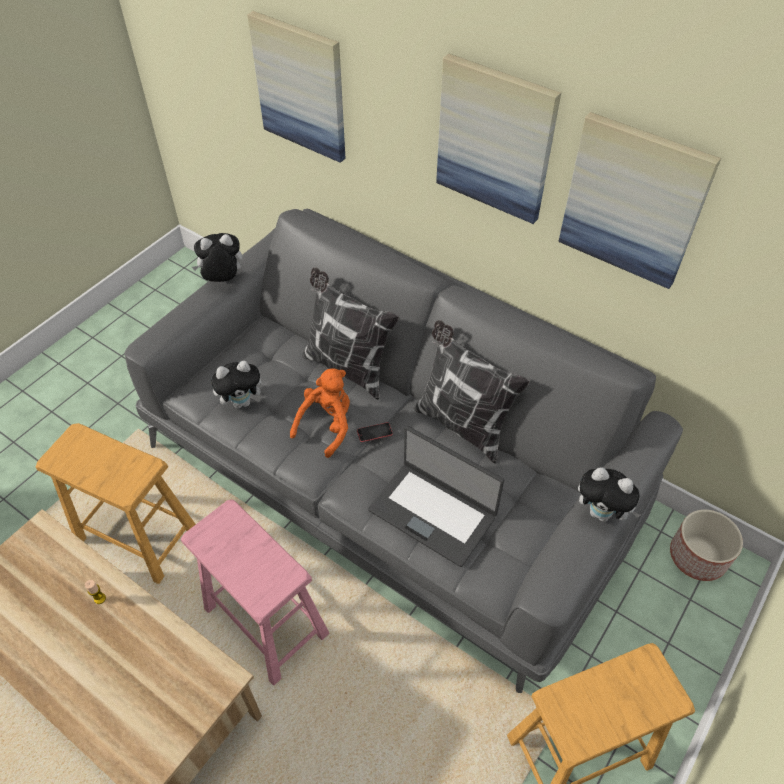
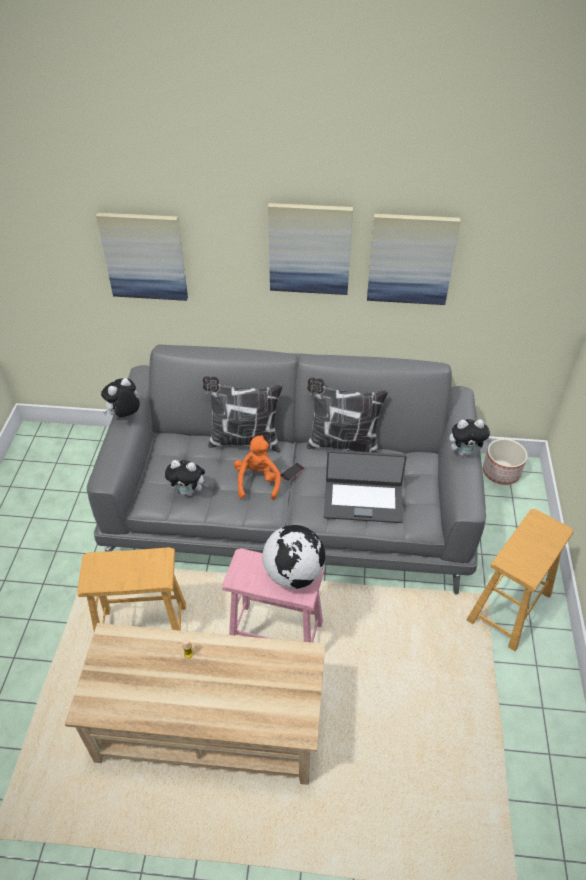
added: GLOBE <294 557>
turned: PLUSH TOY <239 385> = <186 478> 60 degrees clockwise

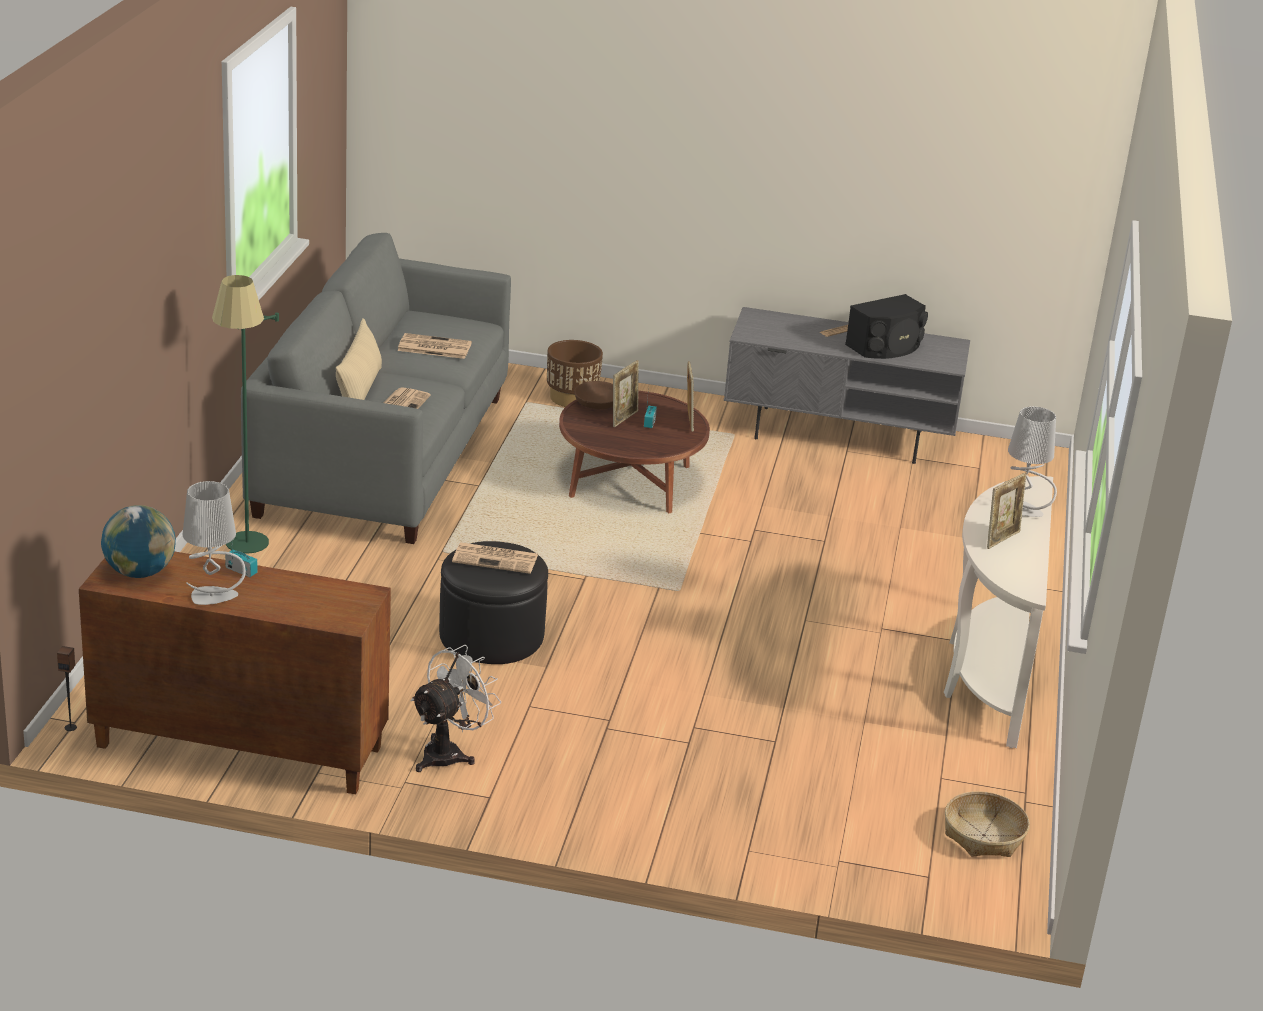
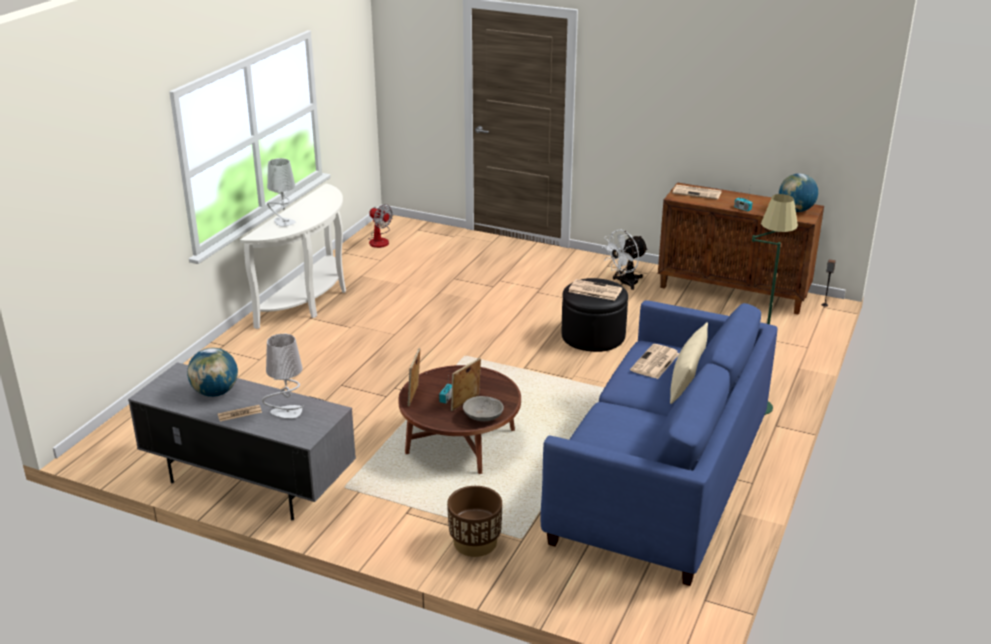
removed: PICTURE FRAME <1007 511>
moved: GREY TABLE LAMP <214 543> to <283 376>; NEWSPAPER <434 346> to <697 192>
replaced: BLACK SPEAKER <886 326> to GLOBE <212 372>; BASKET <987 824> to FAN <381 226>
recoloured: BROWN BOWL <593 395> to GREY BOWL <483 408>; GREY SOFA <376 388> to BLUE SOFA <659 443>

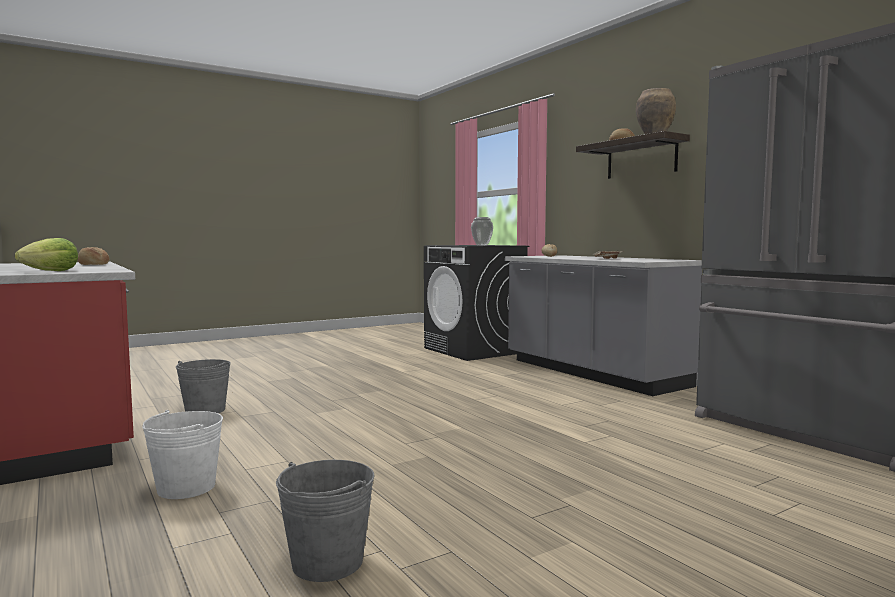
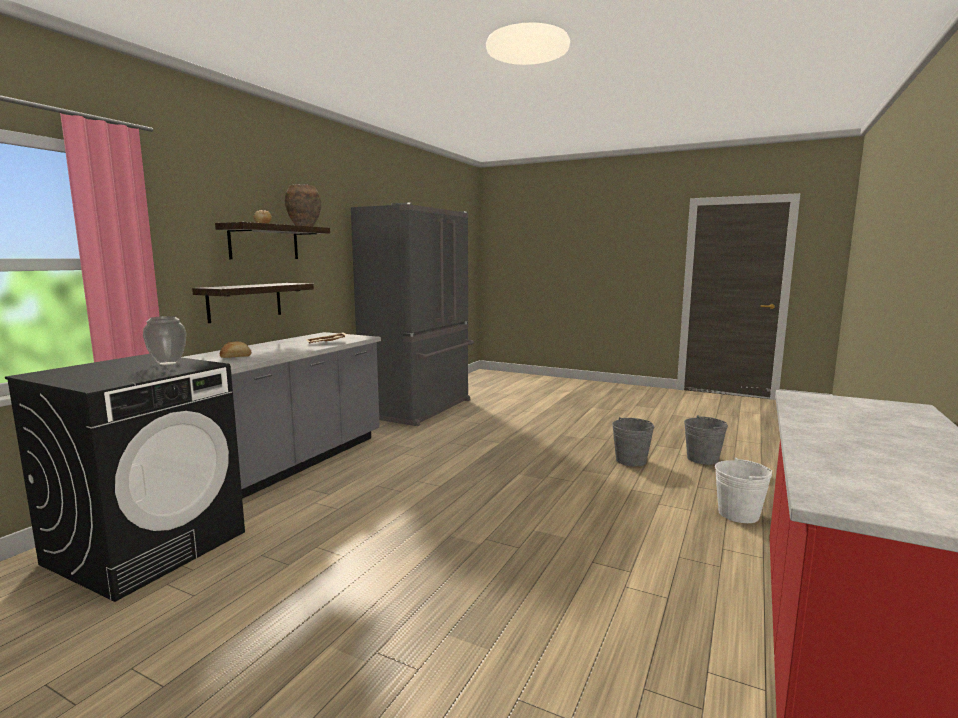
removed: LETTUCE <46 254>; BREAD <93 256>
added: SHELF <253 303>
moved: GREY BUCKET <203 386> to <633 441>

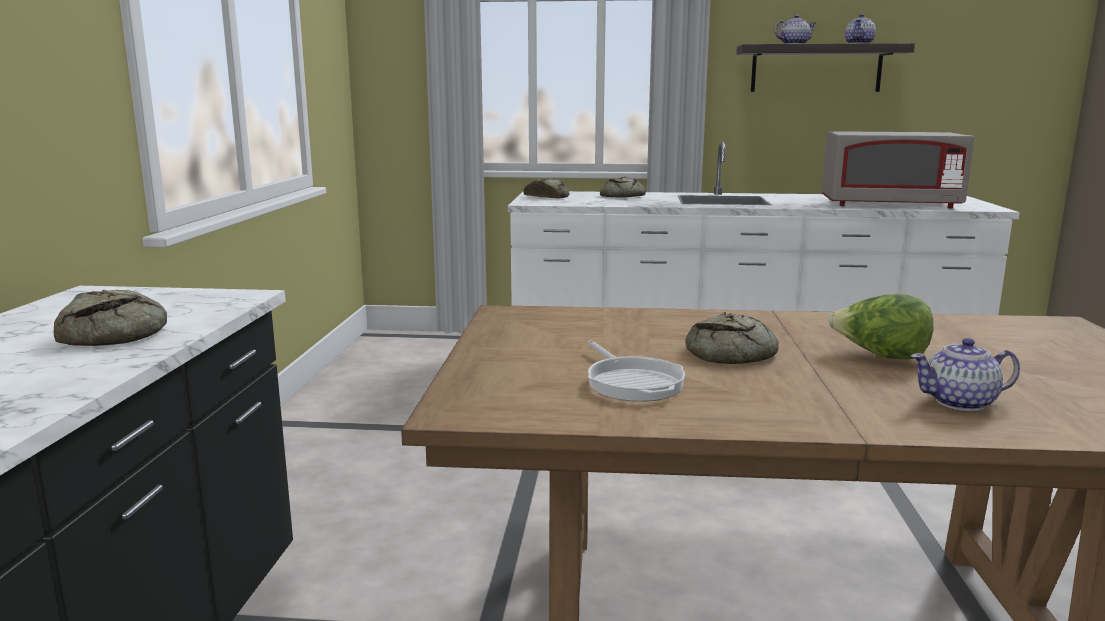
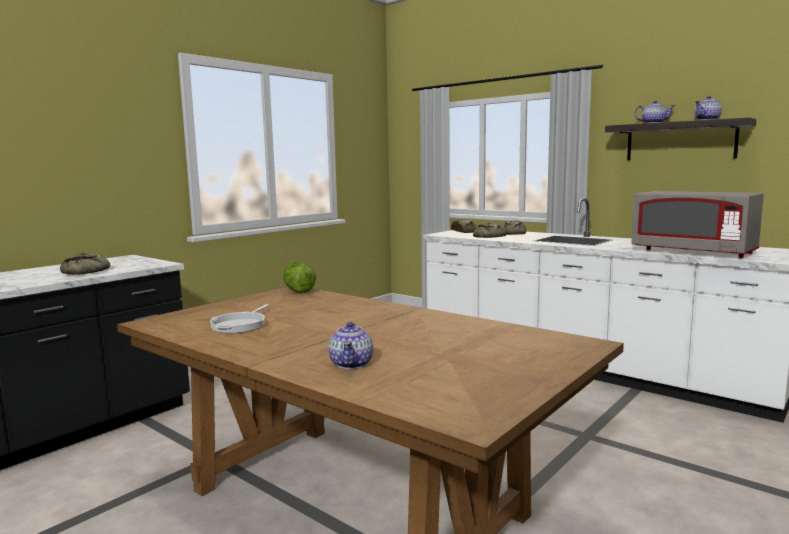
moved: LETTUCE <880 326> to <299 277>; BREAD <732 338> to <490 230>
turned: TEAPOT <965 374> = <351 345> 120 degrees counterclockwise

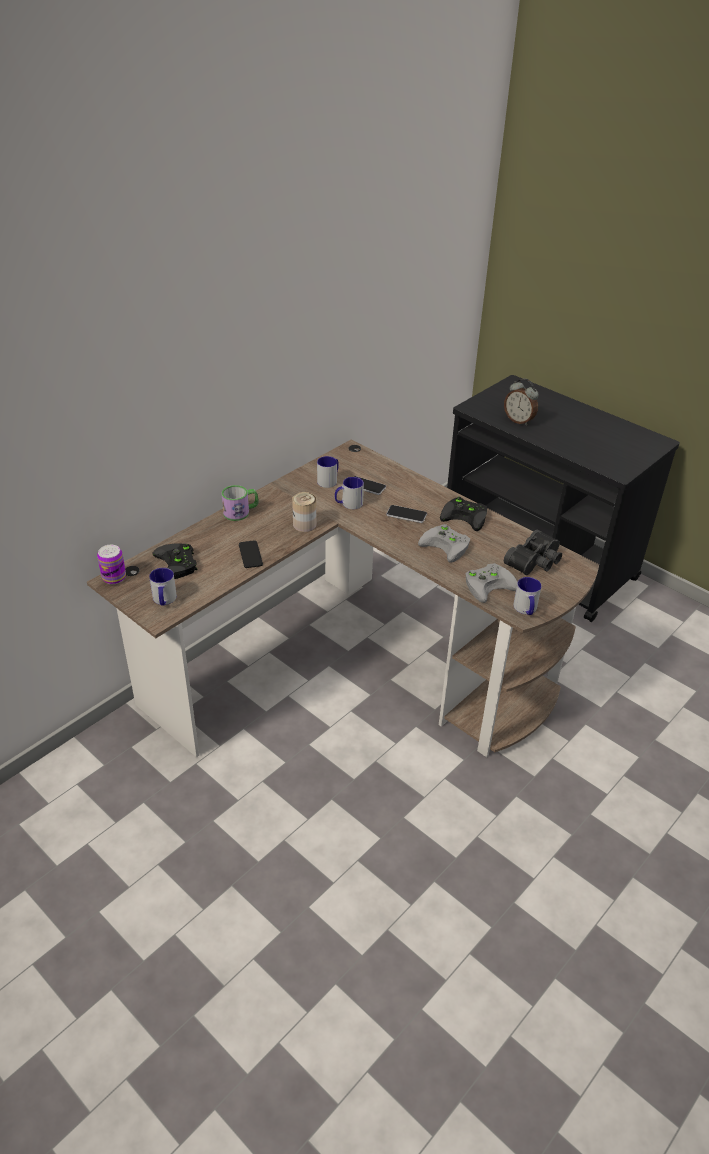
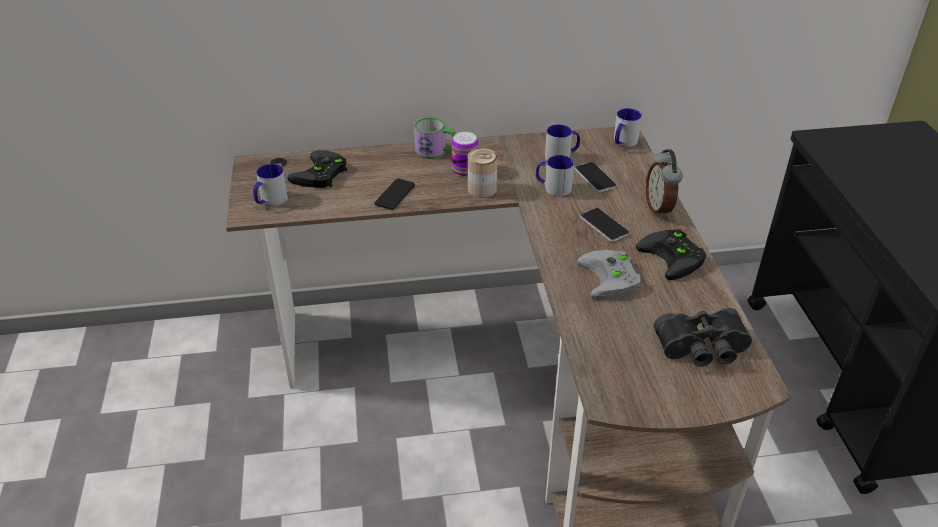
removed: GREY GAME CONTROLLER <491 583>
moved: CAN <111 564> to <465 154>; MUG <527 596> to <628 127>; ALARM CLOCK <521 402> to <664 184>

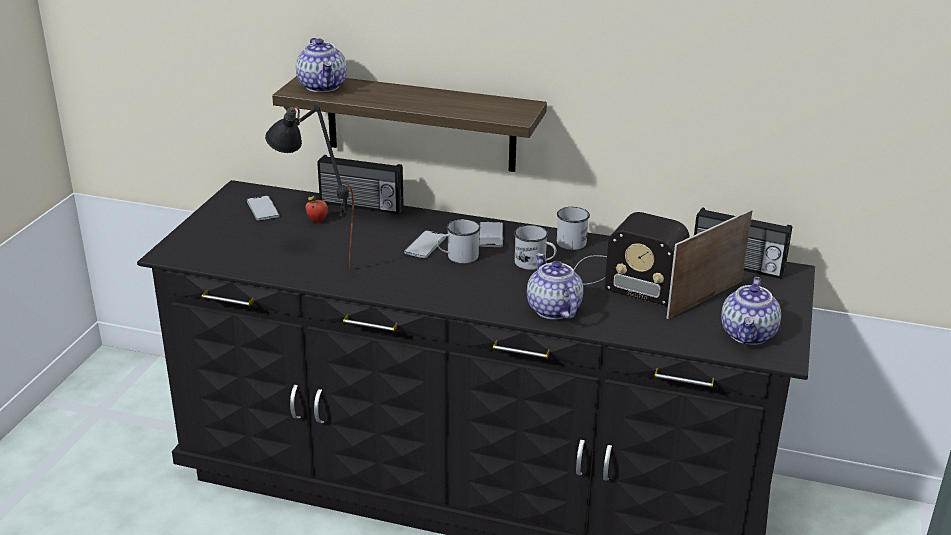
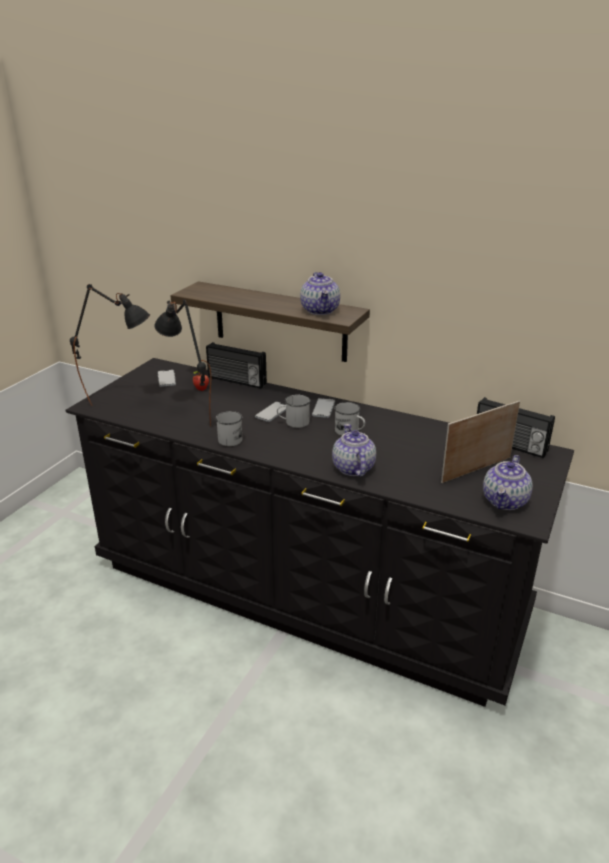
removed: RADIO <632 259>
added: BLACK TABLE LAMP <110 345>
moved: WHITE MUG <573 228> to <228 428>; TEAPOT <321 65> to <320 293>

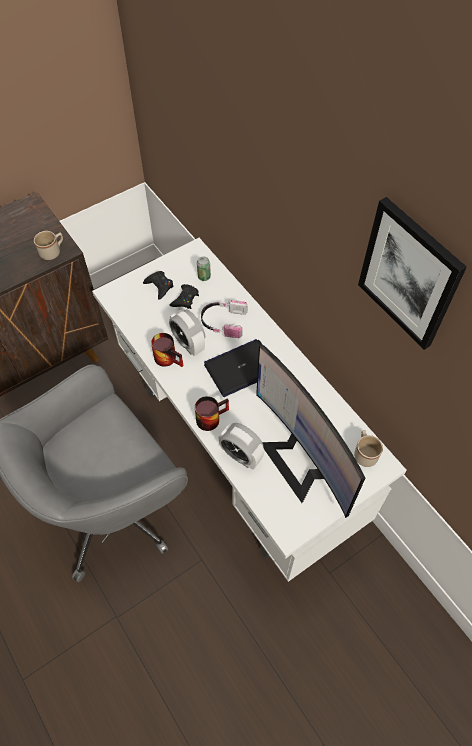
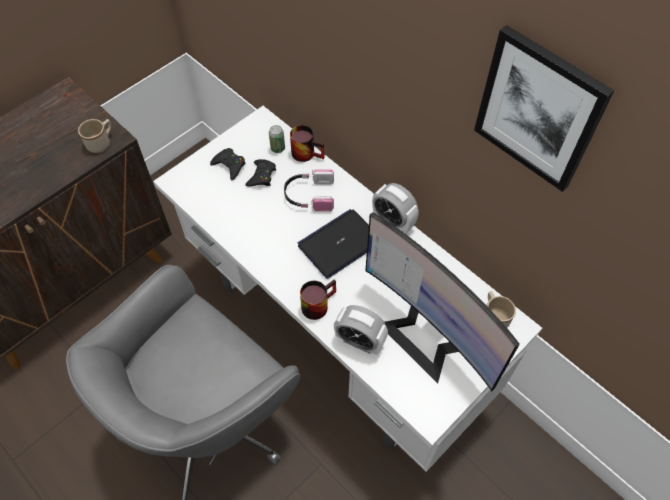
moved: MUG <167 350> to <307 143>; ALARM CLOCK <187 332> to <395 208>

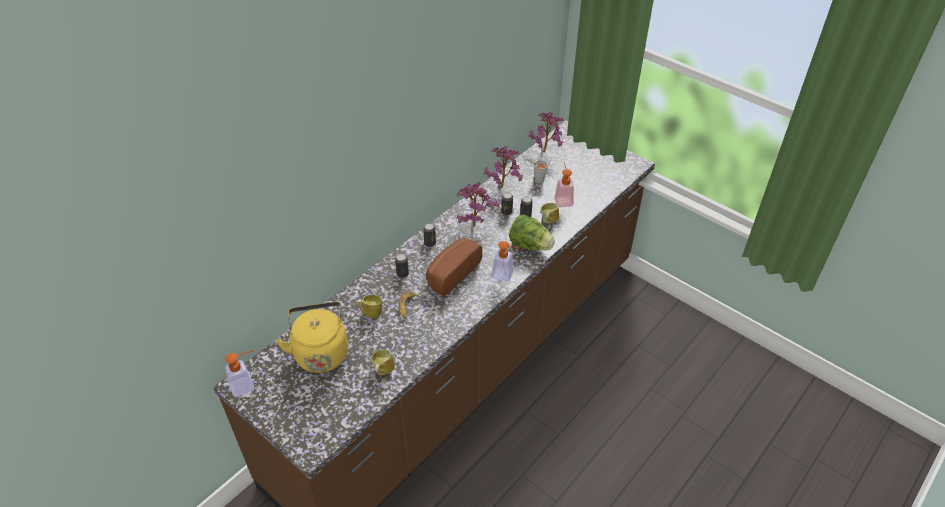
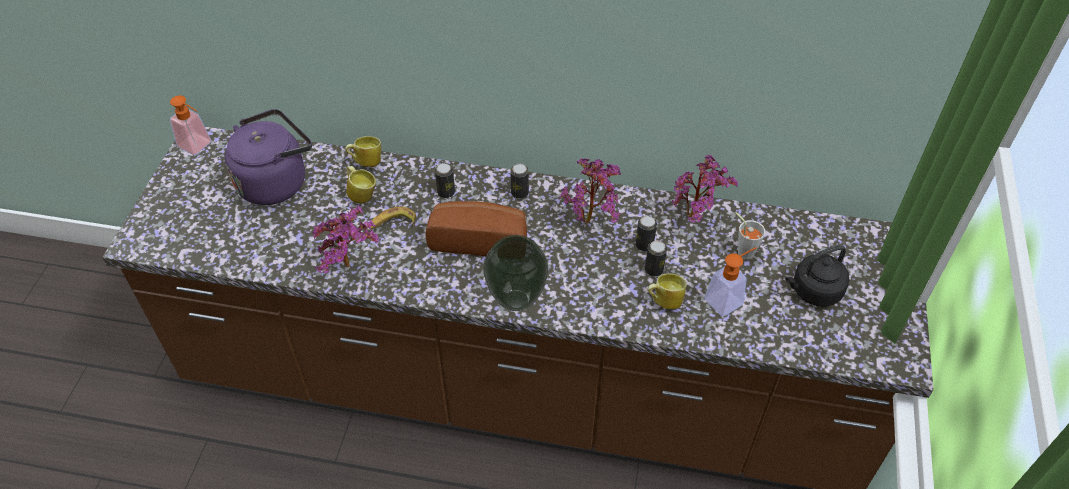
removed: LETTUCE <532 232>
added: BLACK KETTLE <817 276>
moved: POTTED PLANT <546 132> to <345 239>; MUG <383 362> to <363 151>
replaced: SOAP DISPENSER <506 261> to VASE <516 273>
recoloured: YELLOW KETTLE <312 337> to PURPLE KETTLE <268 157>

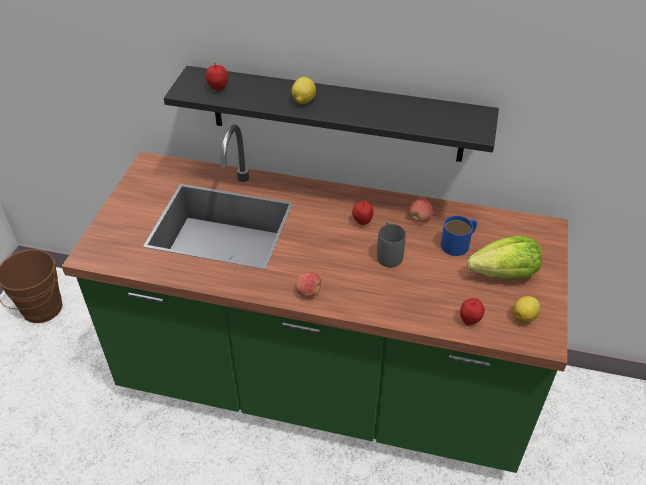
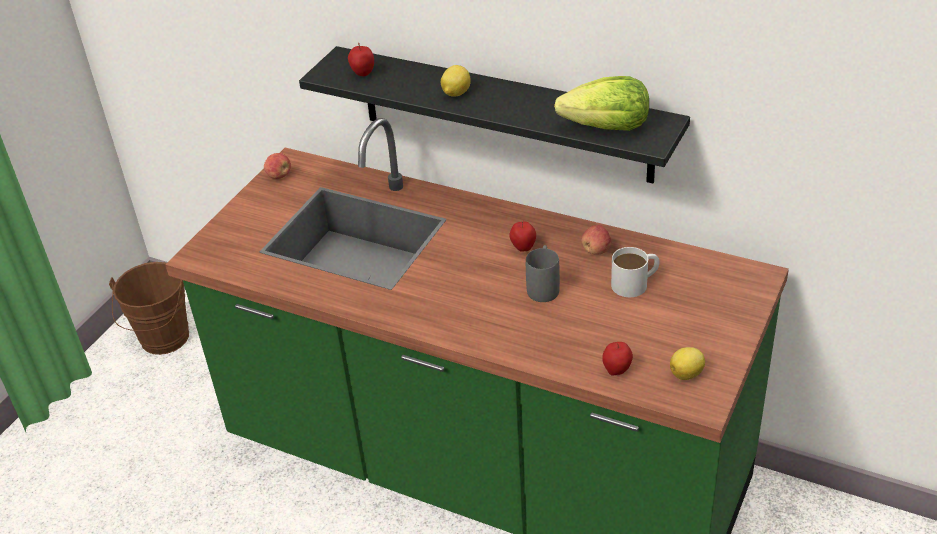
moved: APPLE <308 285> to <277 166>; LETTUCE <504 257> to <601 103>
recoloured: BLUE MUG <459 236> to WHITE MUG <635 272>

